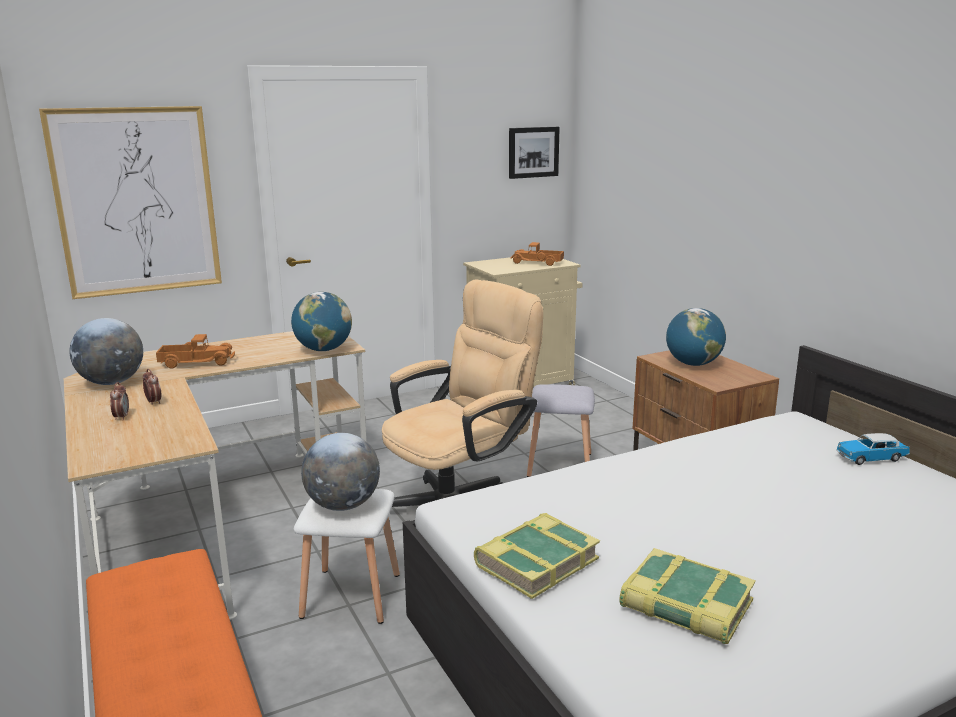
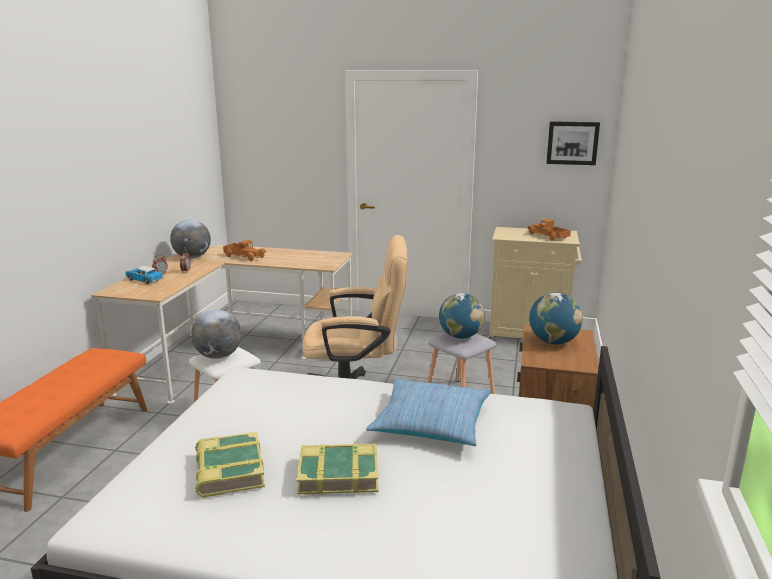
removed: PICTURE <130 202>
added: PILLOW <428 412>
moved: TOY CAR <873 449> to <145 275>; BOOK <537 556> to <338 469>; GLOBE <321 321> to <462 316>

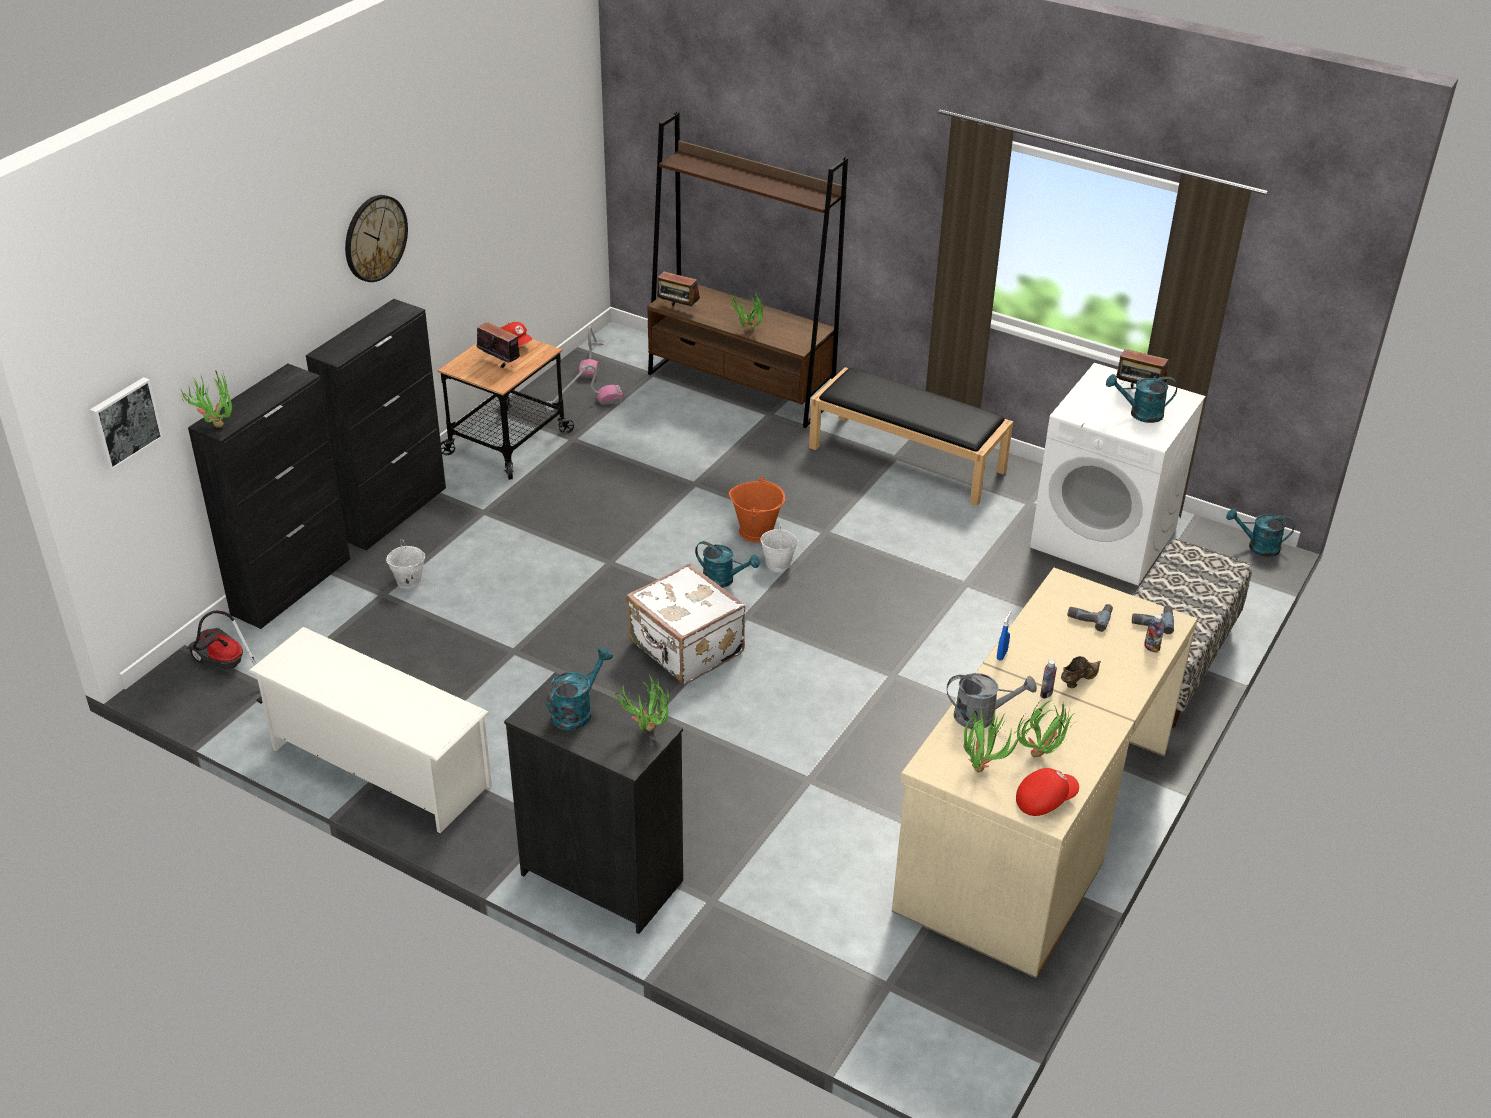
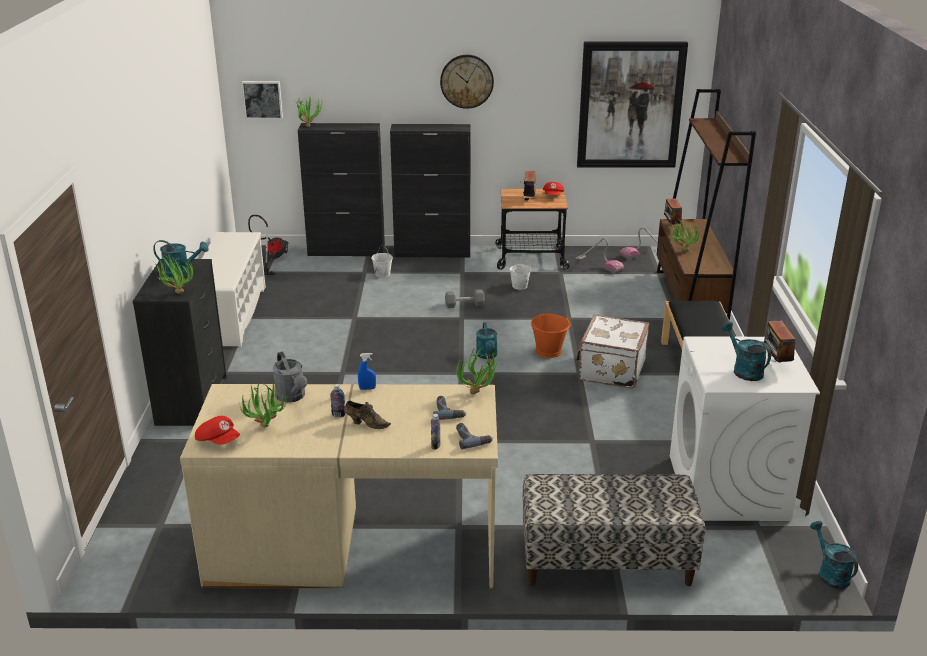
added: GREY DUMBBELL <465 298>; PICTURE <632 104>
moved: POTTED PLANT <992 741> to <477 370>; WHITE BUCKET <779 546> to <520 273>; WHITE SUITCASE <685 623> to <612 351>

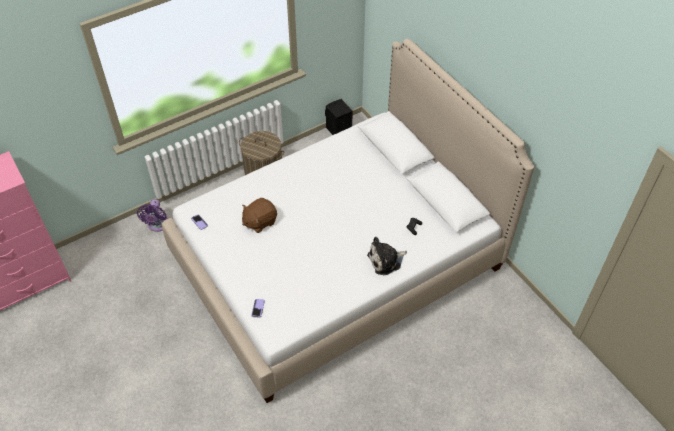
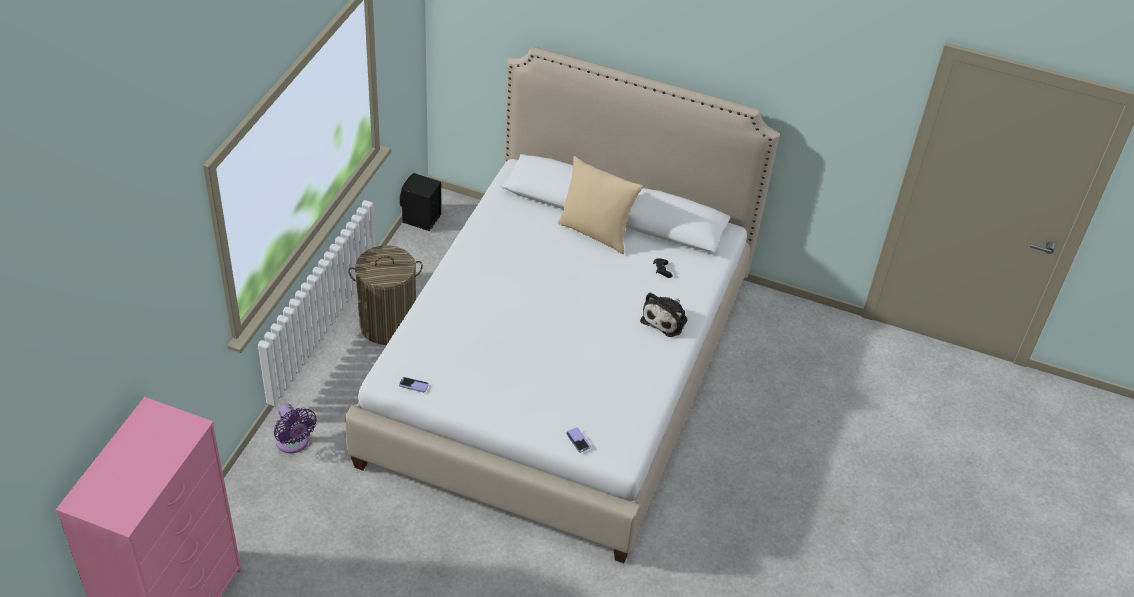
removed: BROWN PLUSH TOY <259 215>
added: BEIGE PILLOW <600 205>

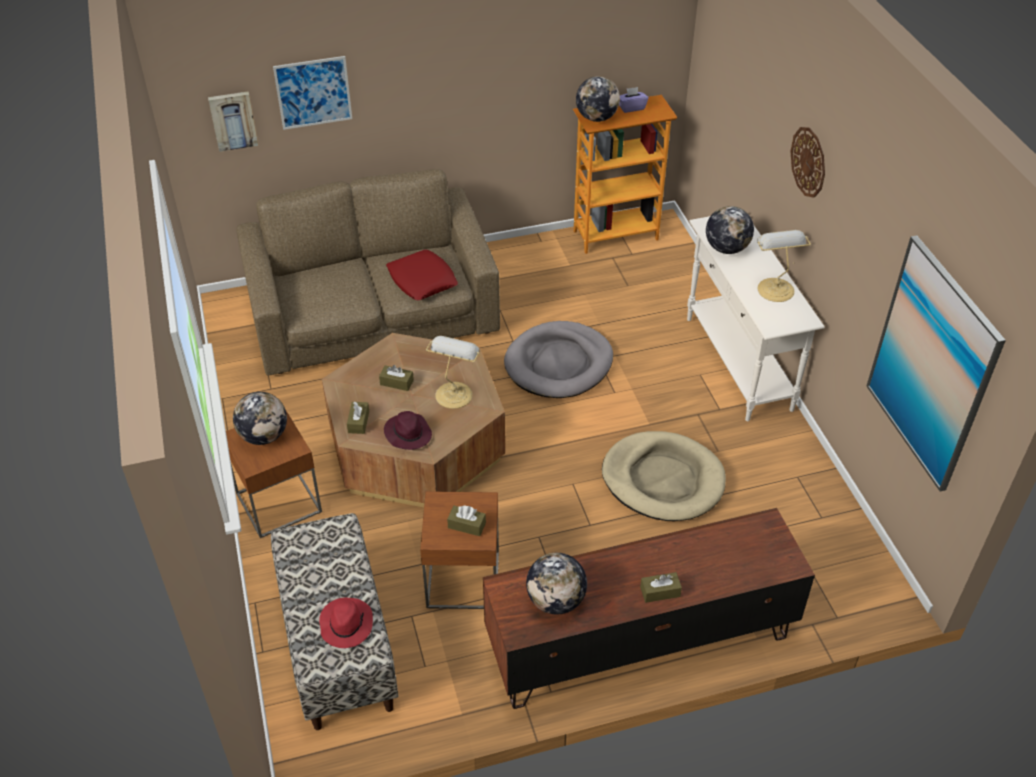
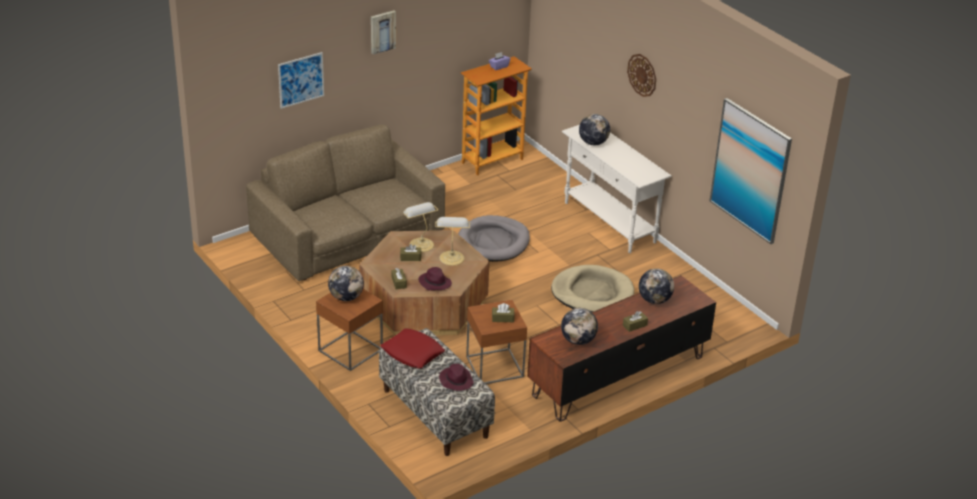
moved: PICTURE <233 122> to <383 32>; RED PILLOW <422 275> to <412 348>; TABLE LAMP <784 266> to <420 227>; GLOBE <598 99> to <656 286>
recoloured: RED HAT <346 623> to PURPLE HAT <456 377>

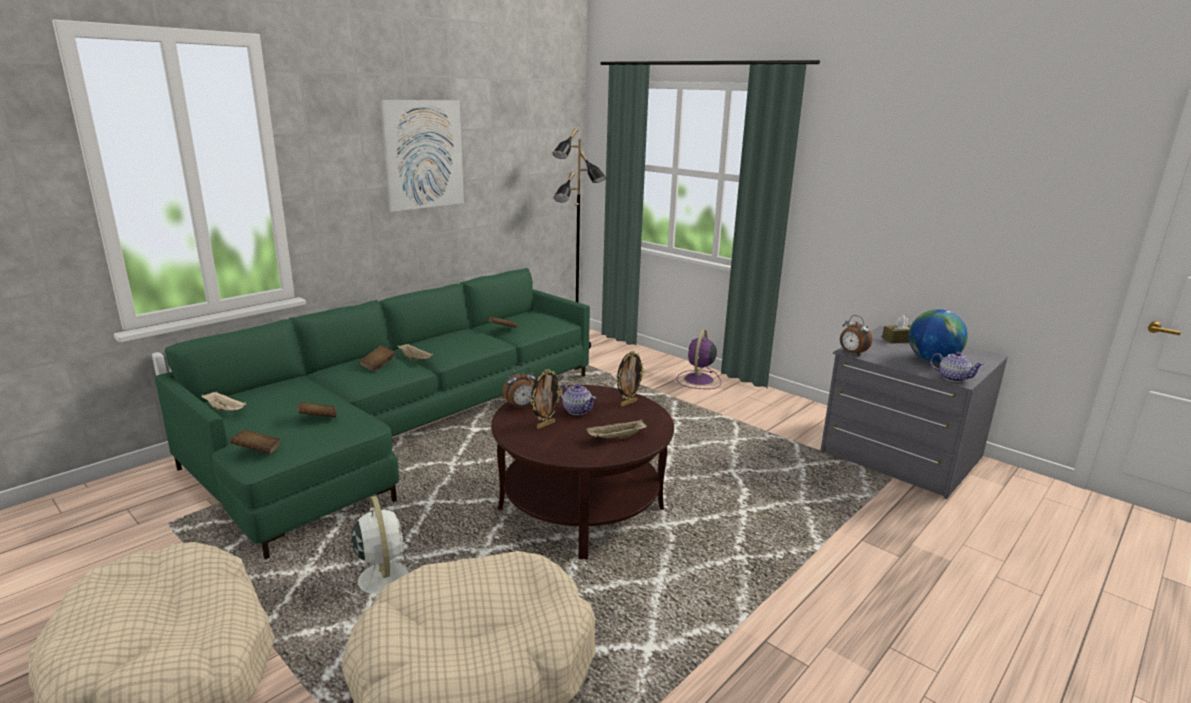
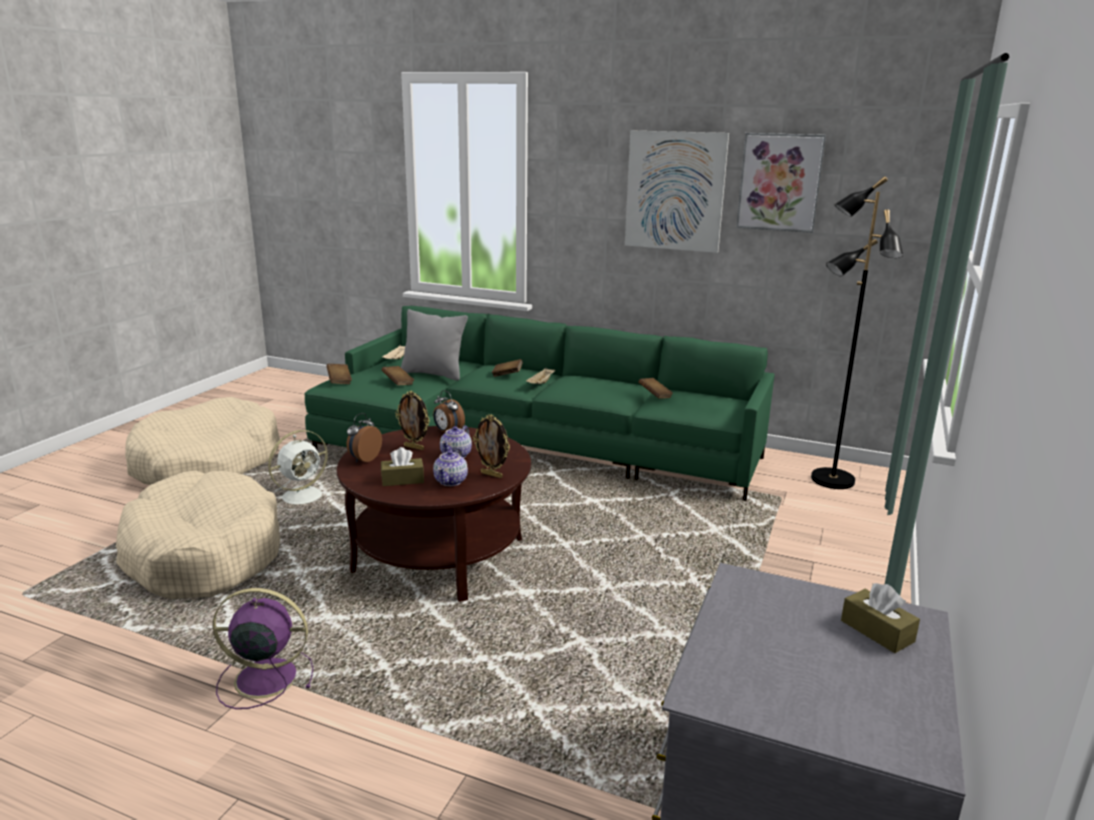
removed: GLOBE <938 336>
added: GREY PILLOW <434 345>; PICTURE <781 183>
moved: PURPLE FAN <699 359> to <263 648>; ALARM CLOCK <856 335> to <364 437>; TEAPOT <957 367> to <450 467>
replaced: BEIGE TRAY <616 429> to BROWN TISSUE BOX <402 466>

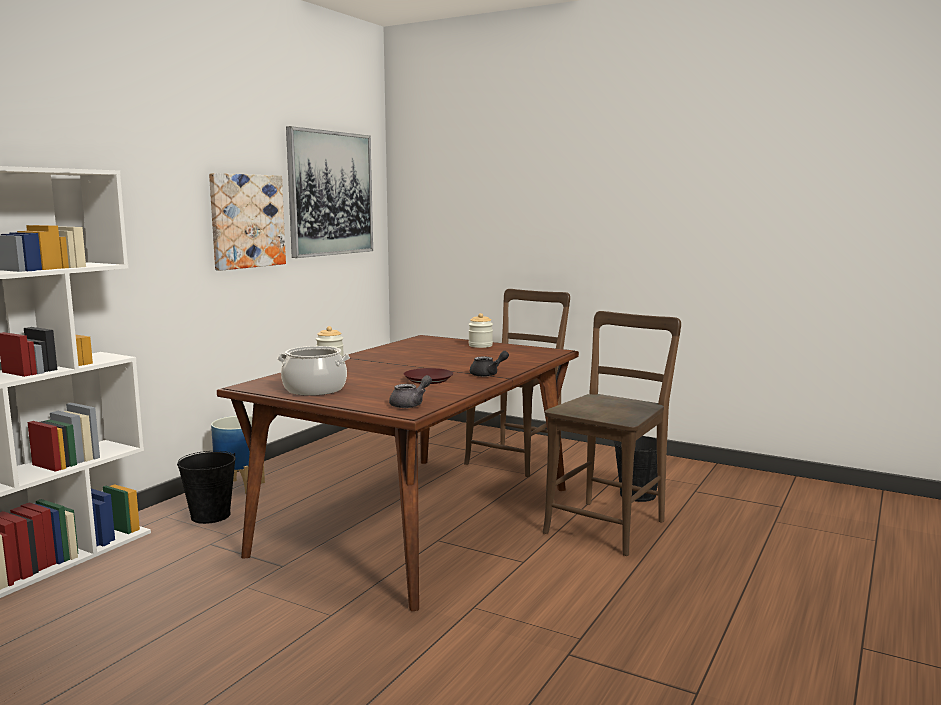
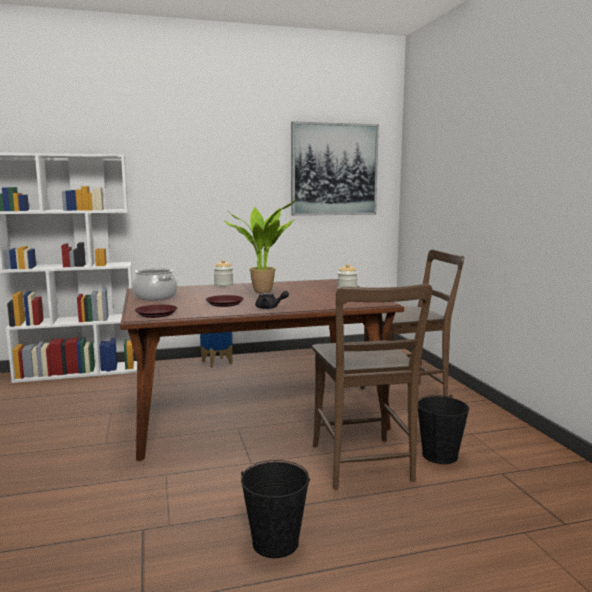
removed: PICTURE <247 222>
added: POTTED PLANT <261 245>
moved: BLACK BUCKET <206 487> to <275 509>
replaced: GREY TEAPOT <410 391> to BROWN PLATE <156 311>
turned: BROWN CHAIR <612 433> = <372 387> 90 degrees clockwise

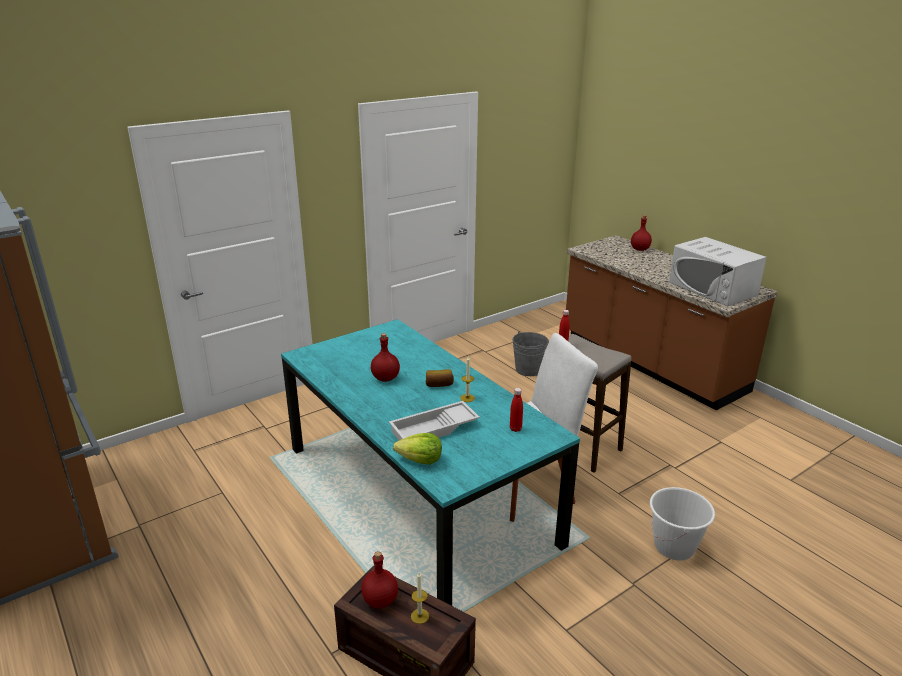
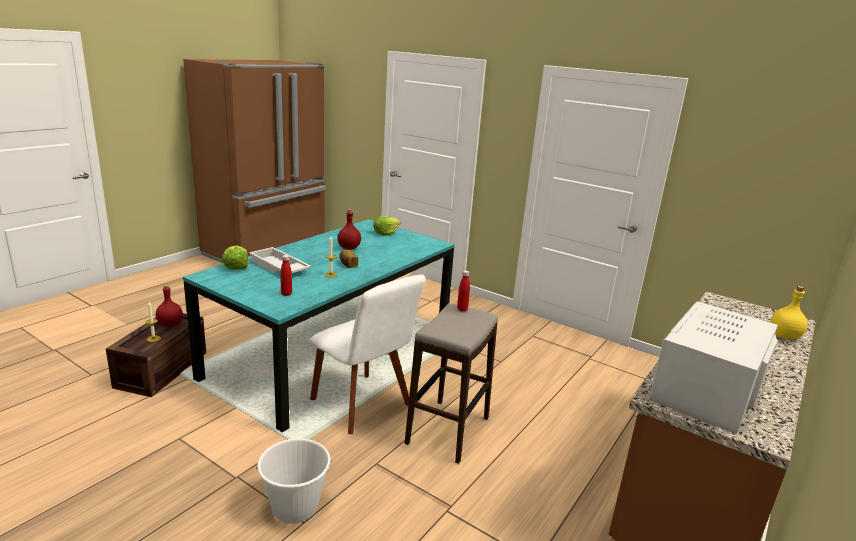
removed: GREY BUCKET <530 354>
added: LETTUCE <387 226>
recoloured: RED BOTTLE <641 233> to YELLOW BOTTLE <789 313>

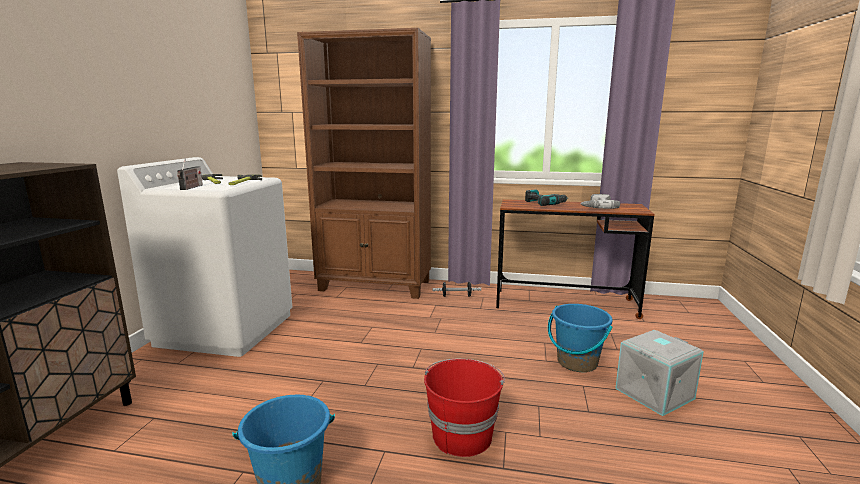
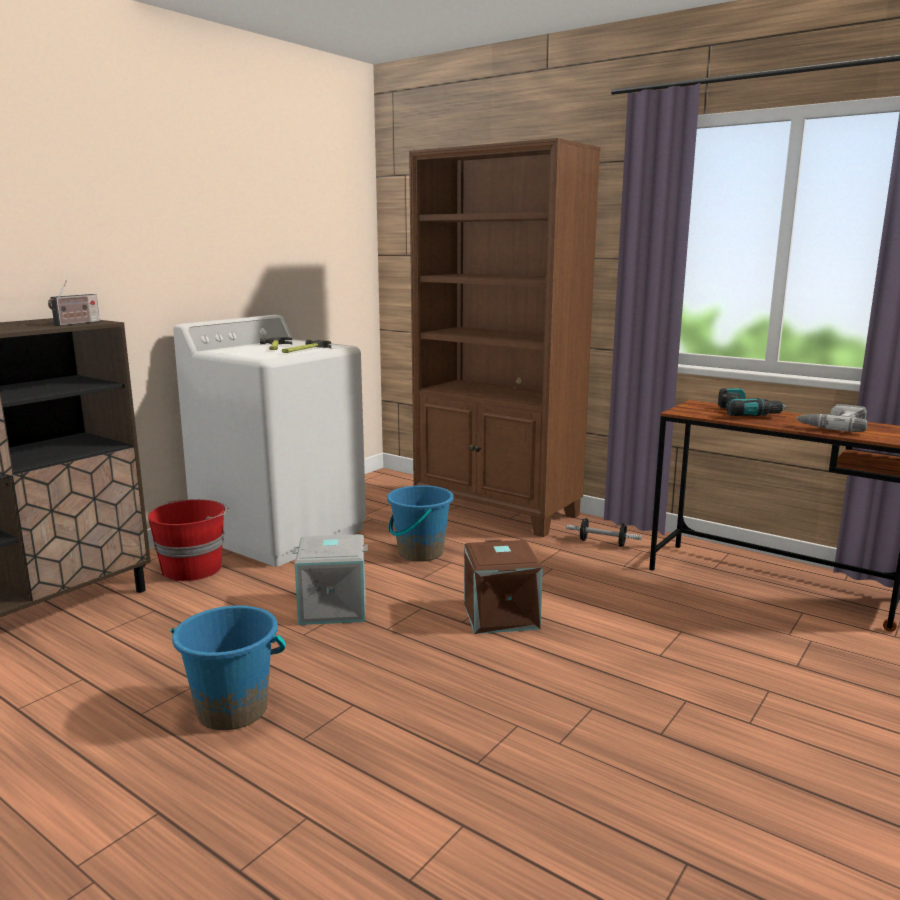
added: BROWN STORAGE BOX <503 587>
moved: RADIO <190 174> to <74 303>; RED BUCKET <464 408> to <188 540>; GREY STORAGE BOX <659 373> to <330 579>; BLUE BUCKET <580 338> to <420 523>

